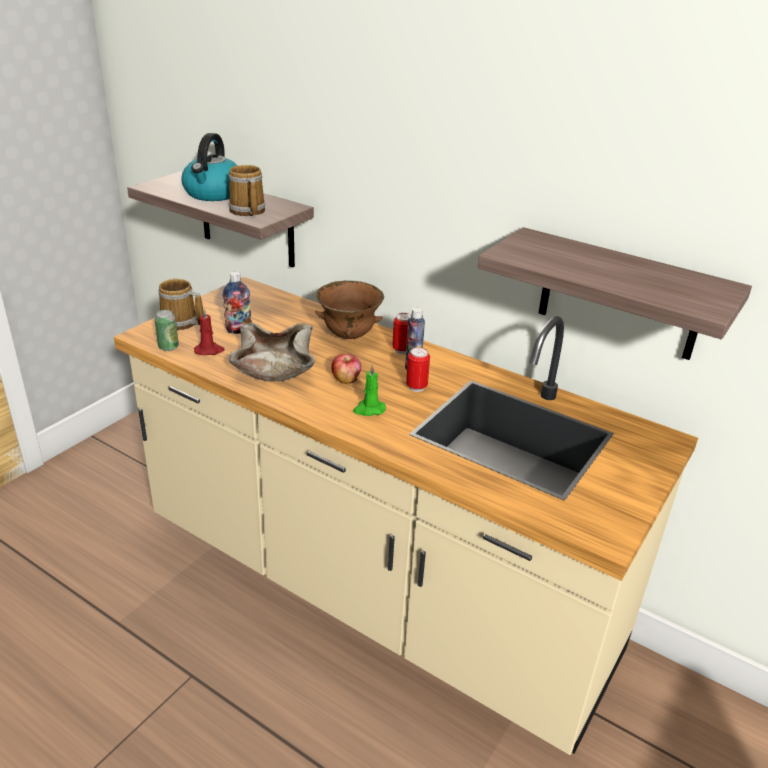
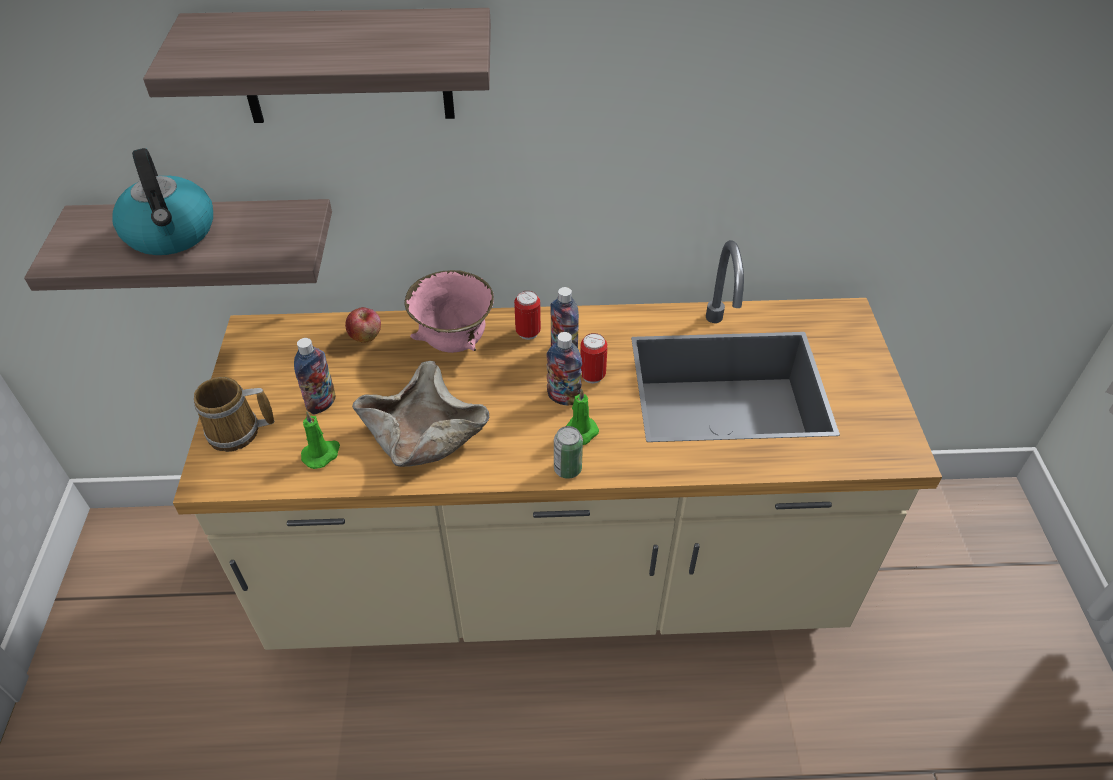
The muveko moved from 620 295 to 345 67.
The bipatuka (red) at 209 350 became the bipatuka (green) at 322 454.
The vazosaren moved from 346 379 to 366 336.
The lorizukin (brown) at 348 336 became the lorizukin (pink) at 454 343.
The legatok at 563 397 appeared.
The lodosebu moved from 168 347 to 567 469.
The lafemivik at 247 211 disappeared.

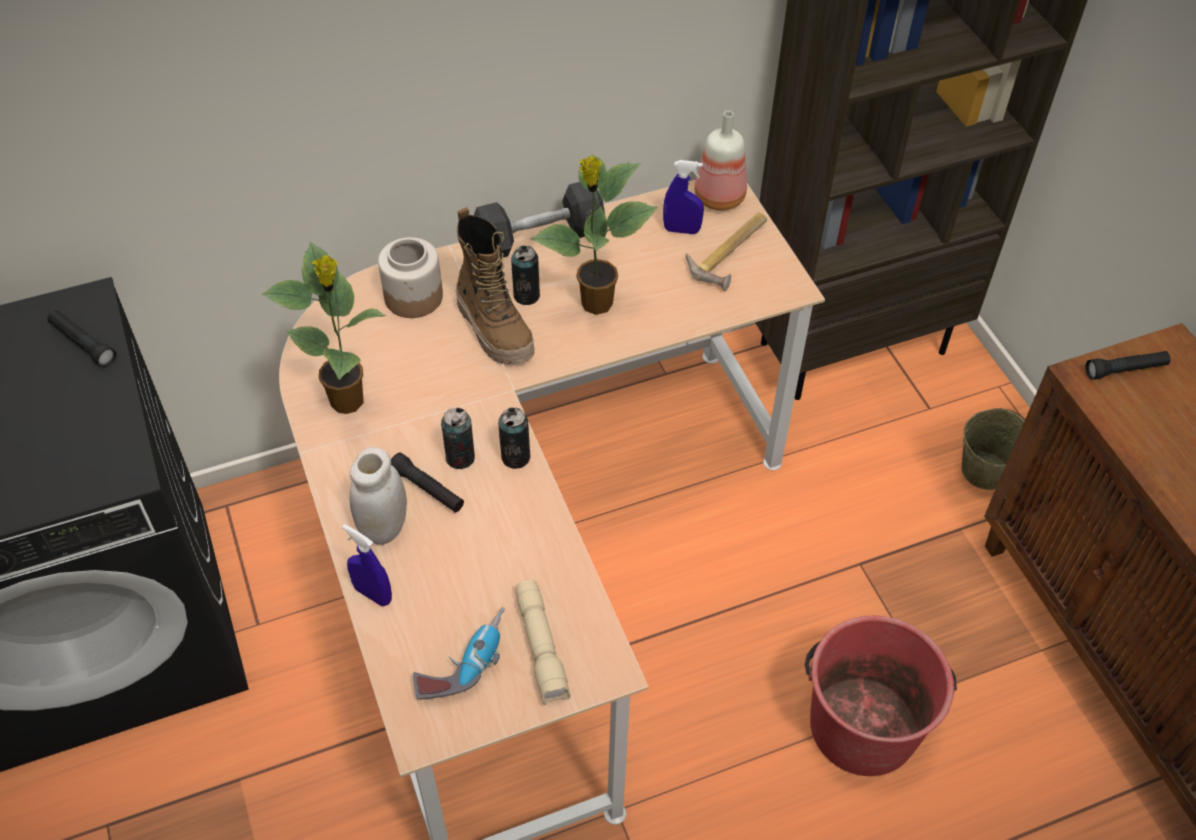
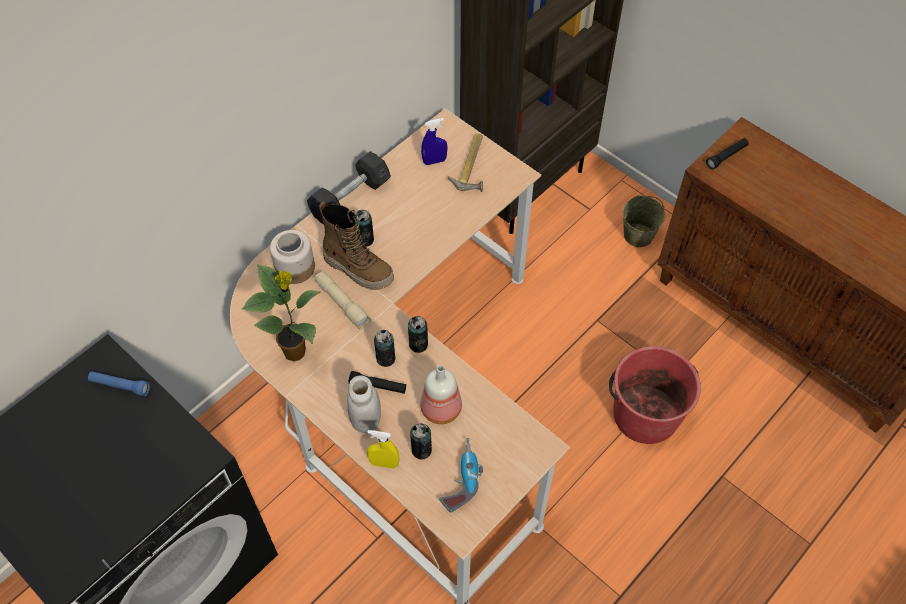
The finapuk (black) at 83 344 became the finapuk (blue) at 120 386.
The finapuk (beige) moved from 542 648 to 343 303.
The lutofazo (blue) at 373 594 became the lutofazo (yellow) at 384 463.
The lodosebu at 421 450 appeared.
The legatok moved from 718 196 to 440 408.
The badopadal at 595 304 disappeared.

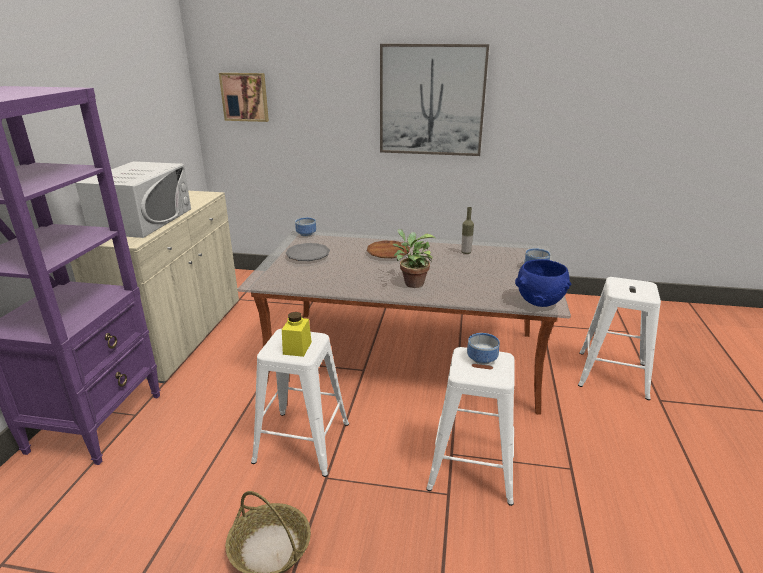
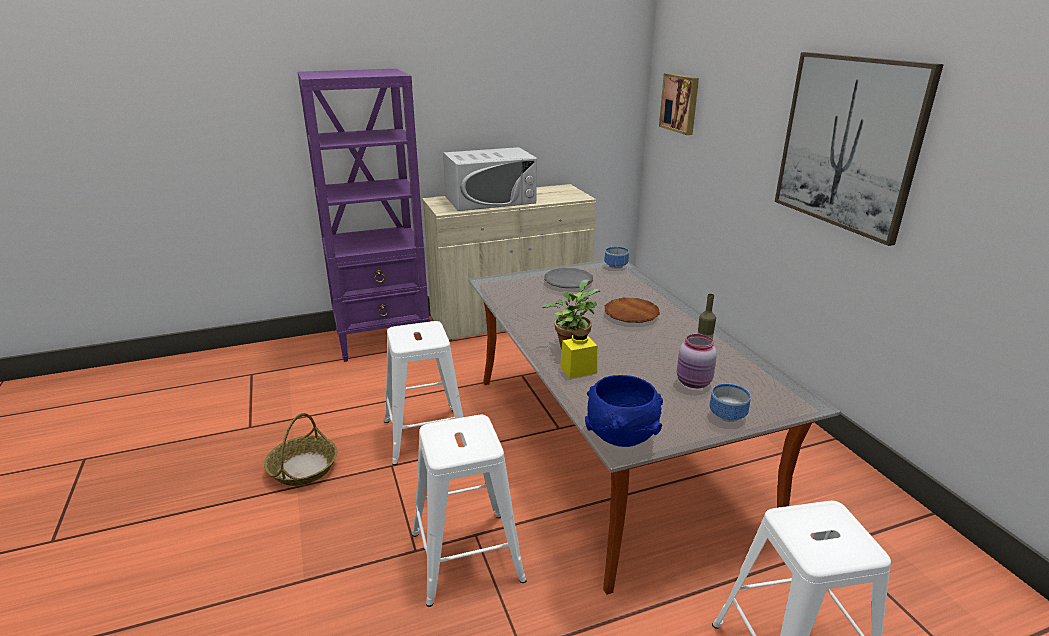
The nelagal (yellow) moved from 297 348 to 578 370.
The nelagal (pink) at 694 383 appeared.
The lorizukin at 480 359 disappeared.

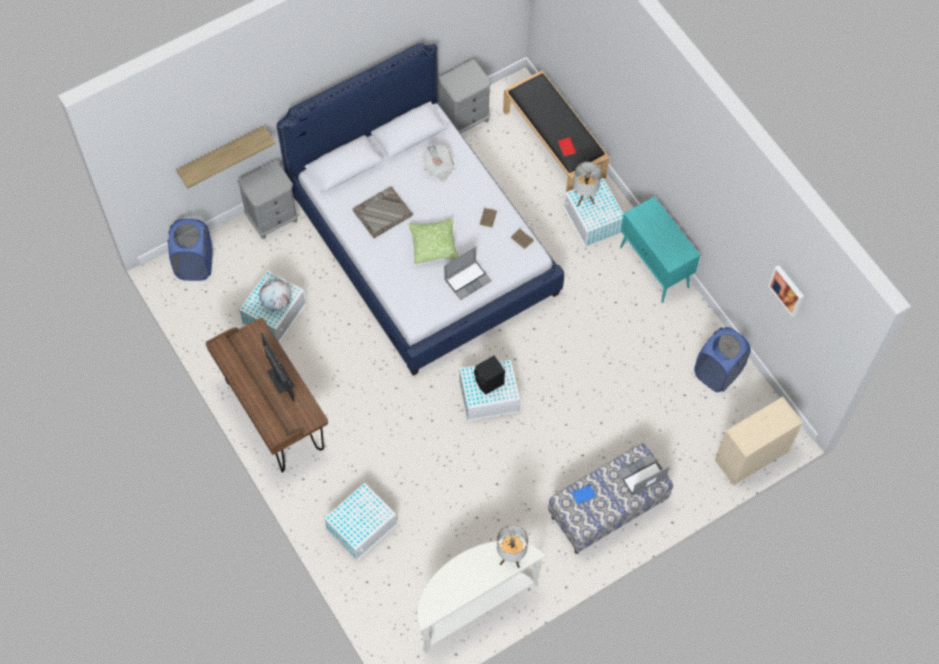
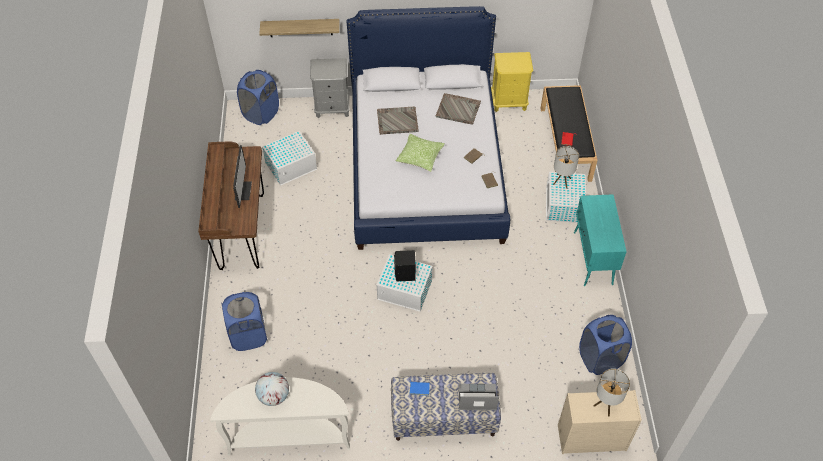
The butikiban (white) at 362 526 was replaced by the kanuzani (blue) at 249 335.
The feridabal moved from 277 302 to 274 396.
The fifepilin at 438 167 was replaced by the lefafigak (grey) at 458 110.
The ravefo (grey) at 464 118 became the ravefo (yellow) at 509 102.
The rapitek moved from 511 556 to 606 404.
The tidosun at 467 279 disappeared.
The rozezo at 787 289 disappeared.

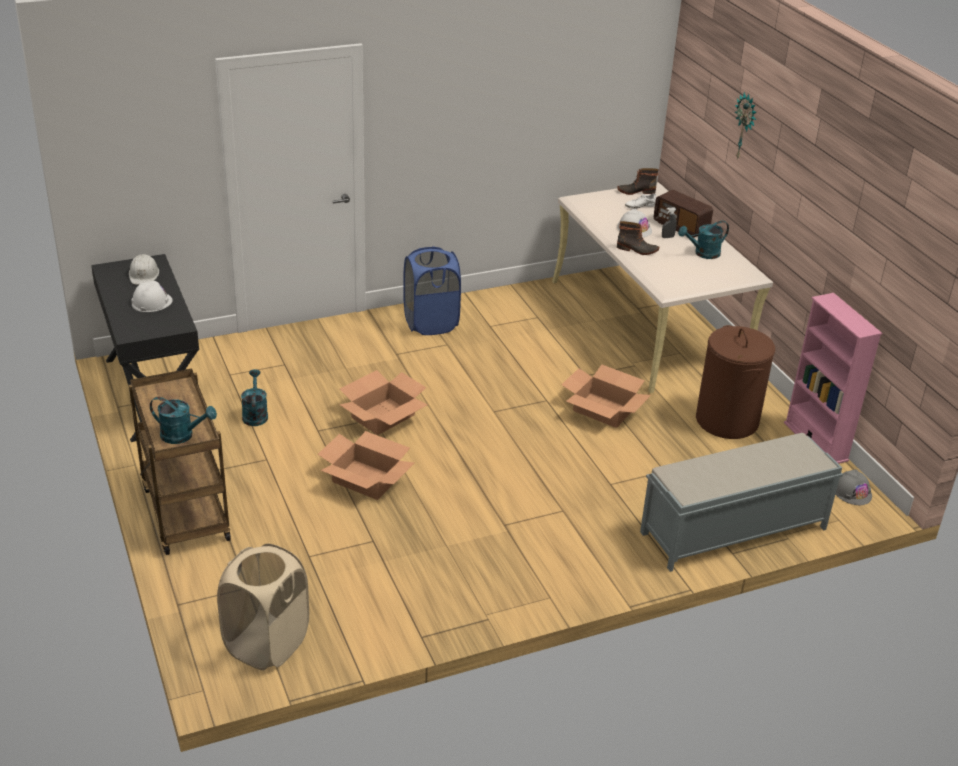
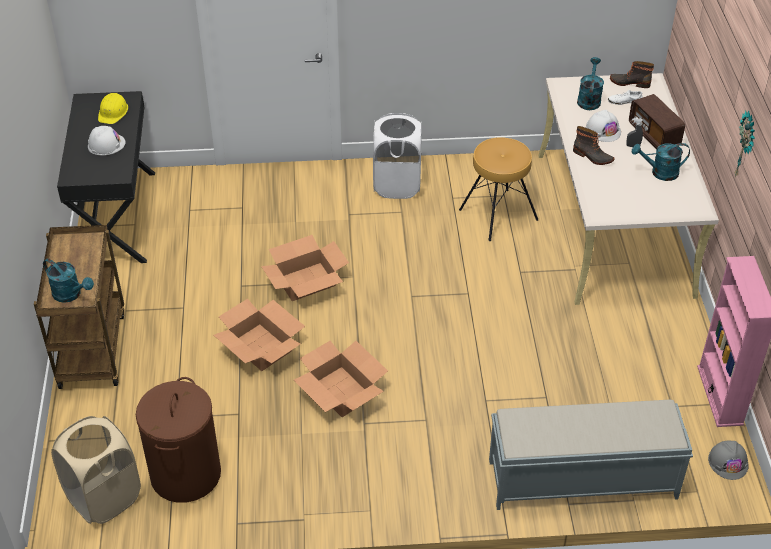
The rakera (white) at 144 274 became the rakera (yellow) at 113 112.
The kanuzani (brown) moved from 727 421 to 186 474.
The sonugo moved from 603 410 to 341 392.
The kanuzani (blue) at 431 323 became the kanuzani (white) at 397 185.
The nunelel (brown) at 498 214 appeared.
The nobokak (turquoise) moved from 255 414 to 589 99.
The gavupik moved from 745 126 to 746 146.

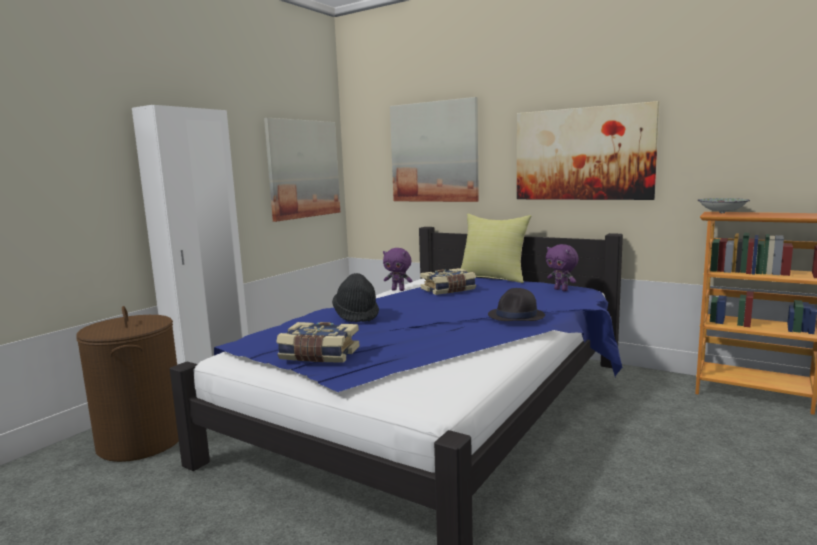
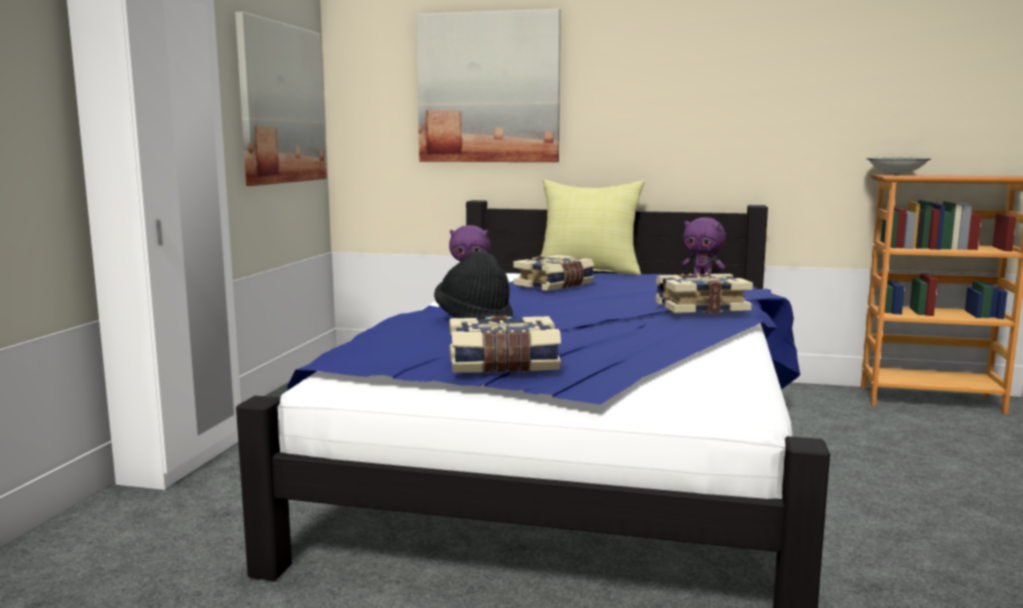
The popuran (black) at 516 316 was replaced by the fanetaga at 700 308.
The kanuzani (brown) at 142 440 disappeared.
The rozezo at 583 154 disappeared.

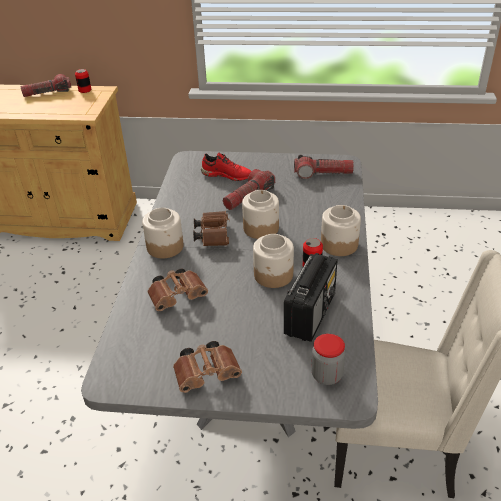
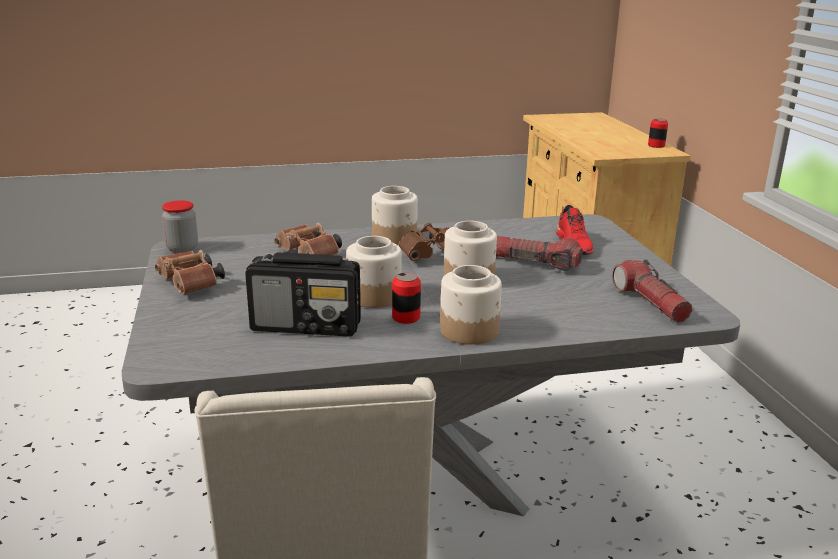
The nelagal moved from 327 375 to 182 248.
The finapuk at 48 93 disappeared.

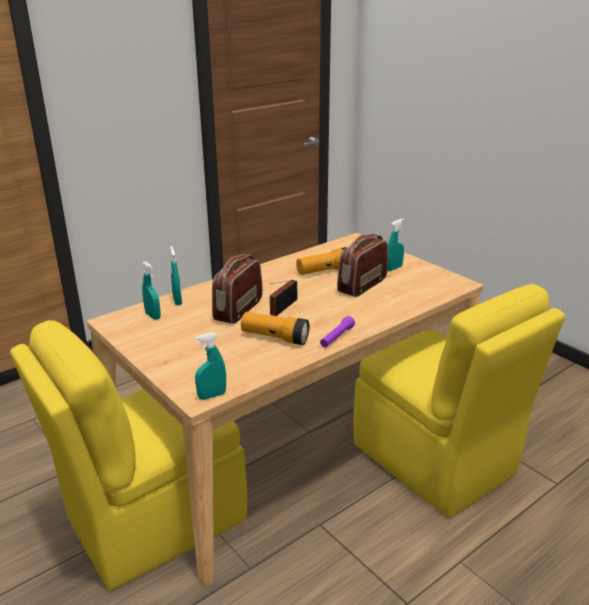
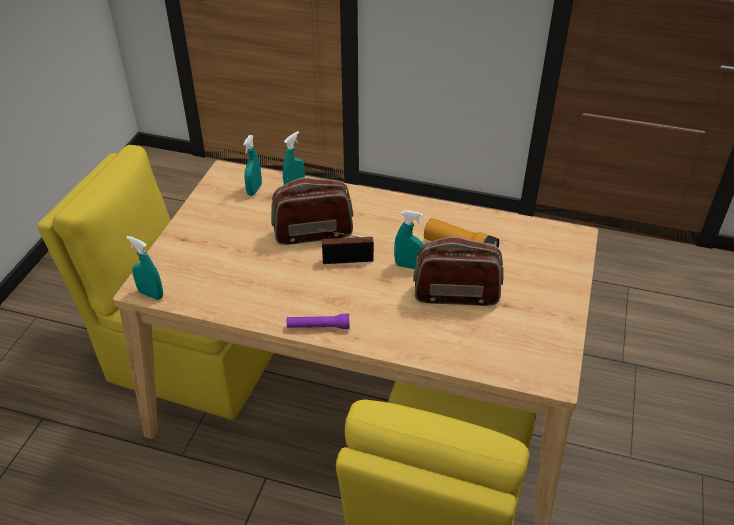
The lutofazo (turquoise) moved from 394 268 to 408 266.
The finapuk at 275 338 disappeared.

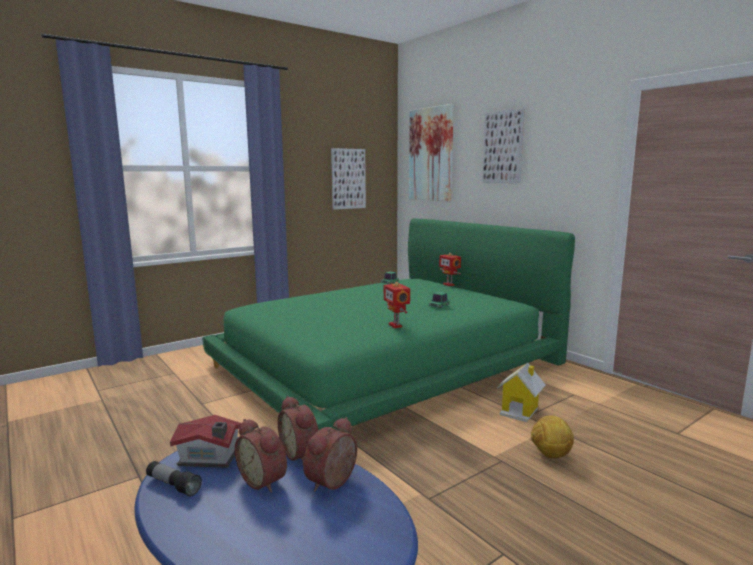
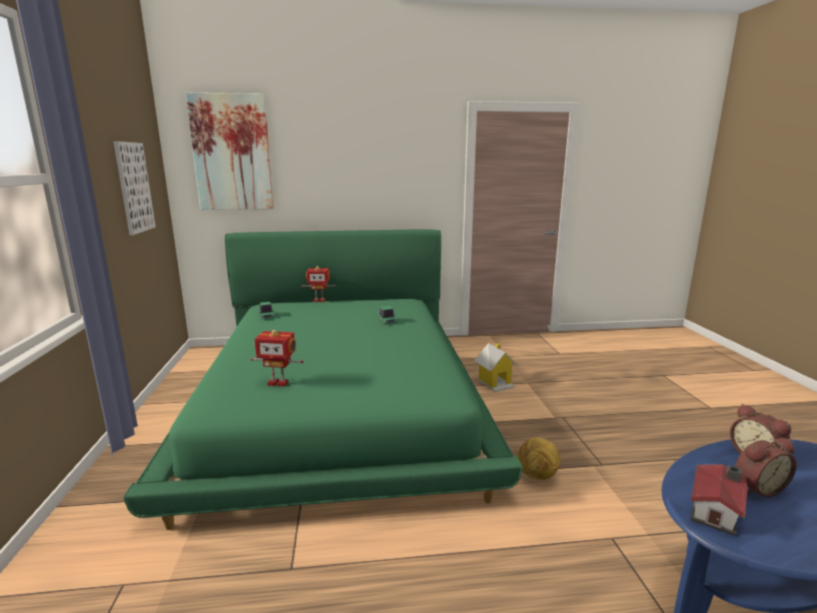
The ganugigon moved from 396 325 to 278 382.
The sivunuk moved from 550 455 to 537 476.
The finapuk at 173 485 disappeared.
The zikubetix at 302 453 disappeared.
The rozezo at 503 147 disappeared.

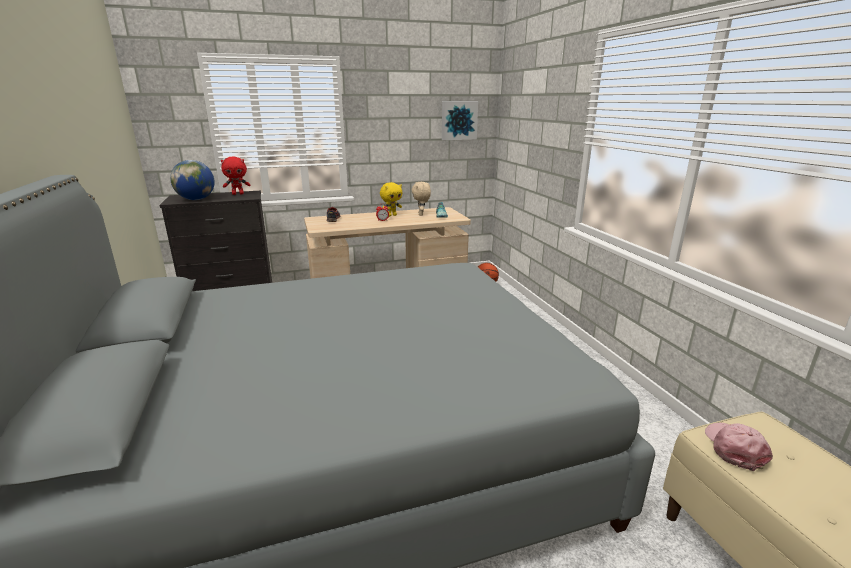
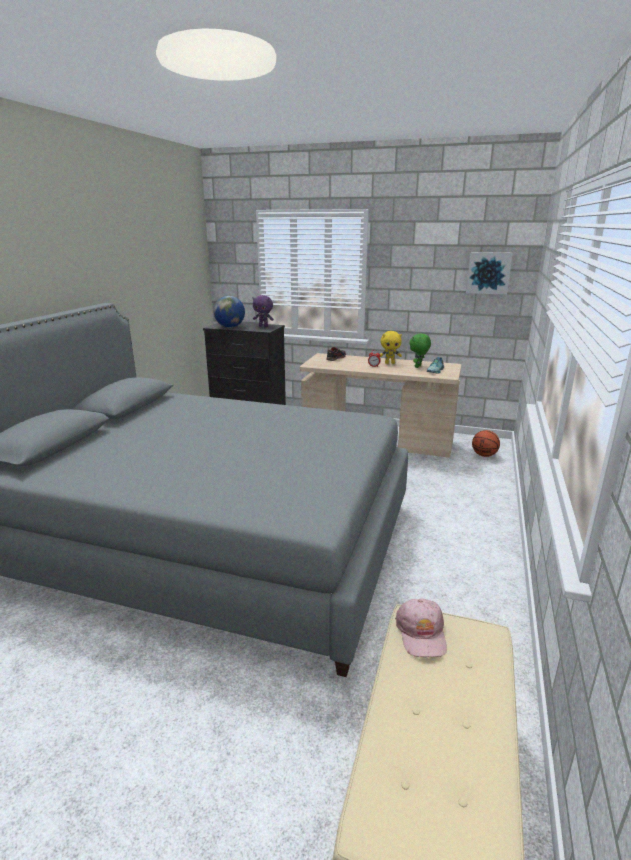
The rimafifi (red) at 238 194 became the rimafifi (purple) at 263 326.
The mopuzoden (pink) at 734 448 turned 135 degrees clockwise.
The rimafifi (beige) at 421 214 became the rimafifi (green) at 418 367.

